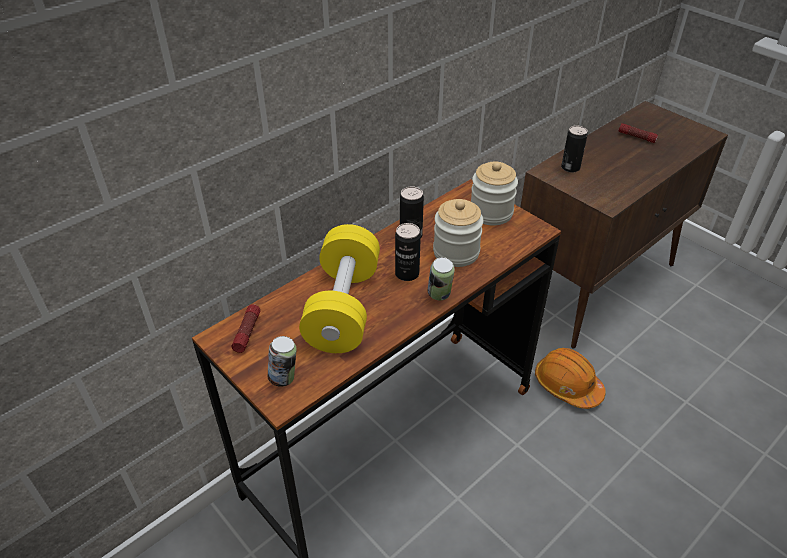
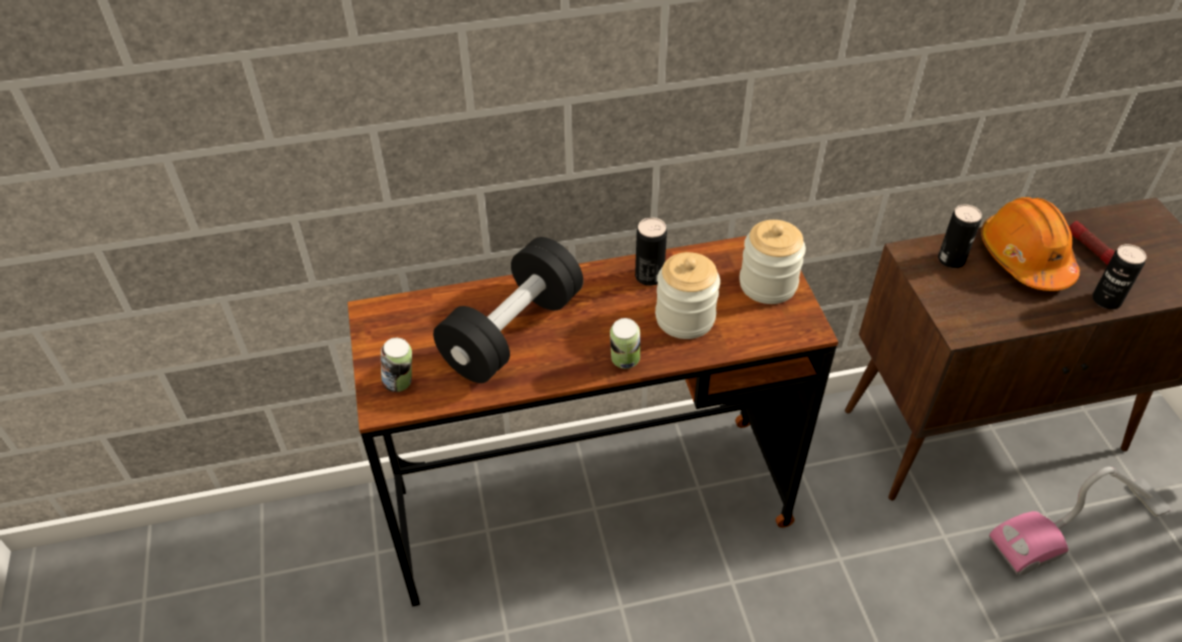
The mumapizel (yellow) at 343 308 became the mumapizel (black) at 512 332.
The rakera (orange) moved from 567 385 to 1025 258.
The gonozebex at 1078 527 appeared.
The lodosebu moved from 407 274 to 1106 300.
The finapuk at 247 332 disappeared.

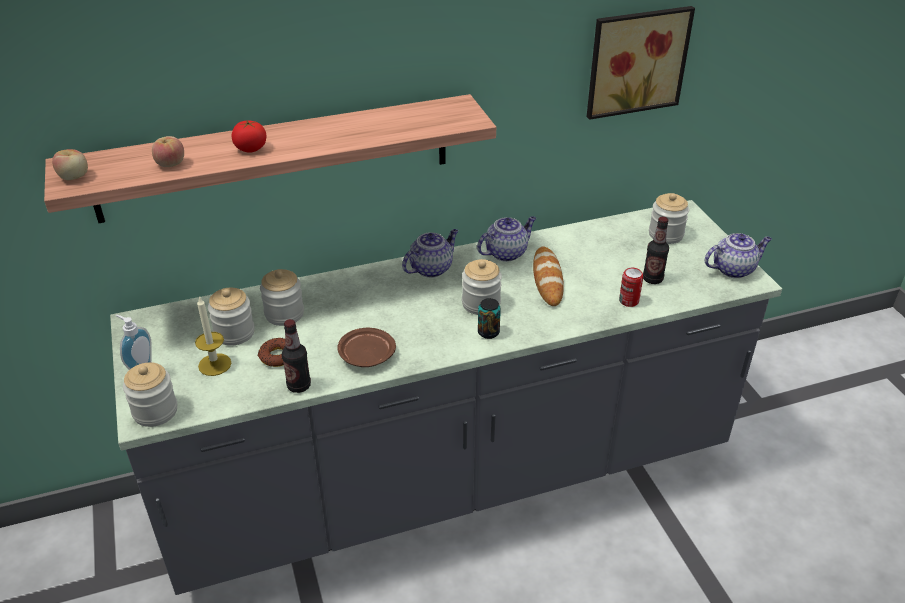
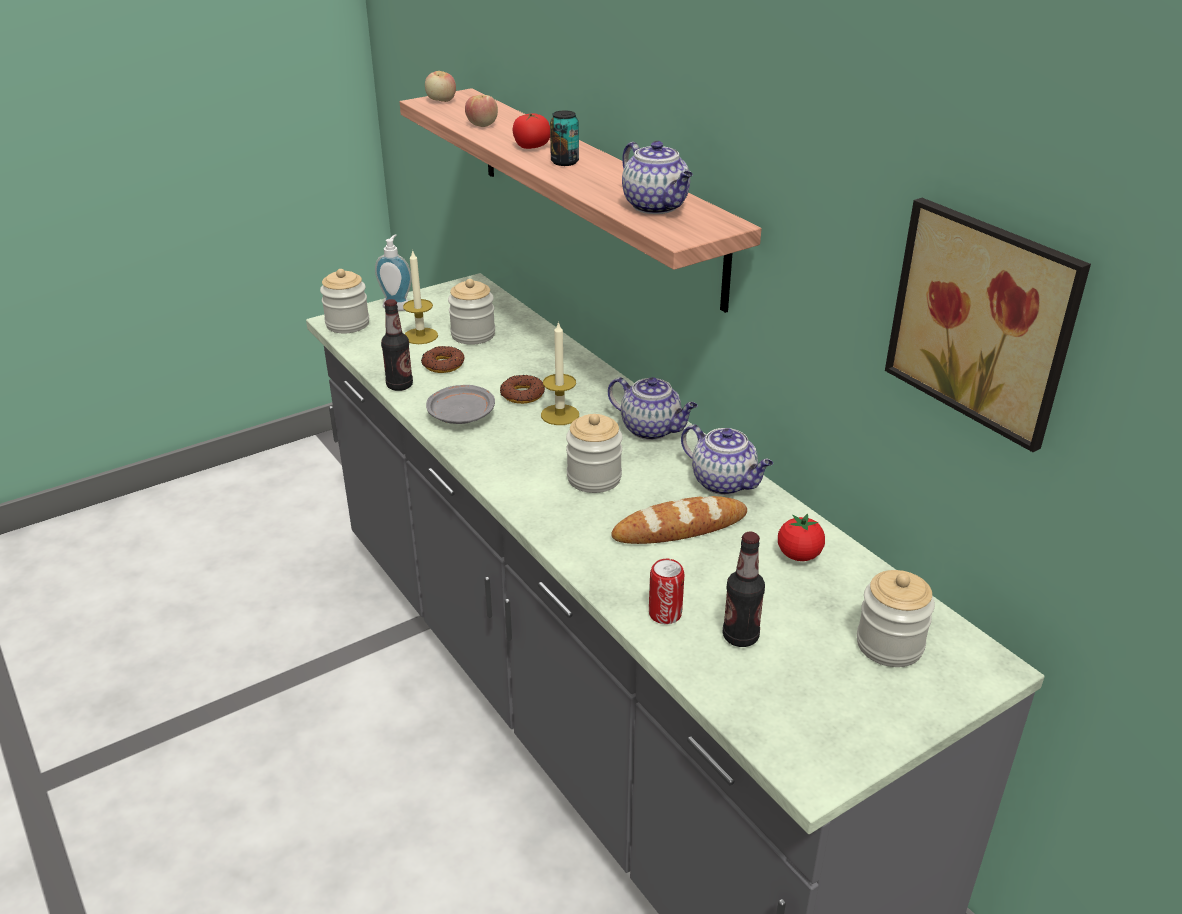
The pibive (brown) at 366 355 became the pibive (grey) at 461 415.
The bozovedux at 522 394 appeared.
The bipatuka at 560 415 appeared.
The lodosebu moved from 488 332 to 564 162.
The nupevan moved from 733 269 to 656 206.
The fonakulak at 799 555 appeared.
The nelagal at 284 314 disappeared.

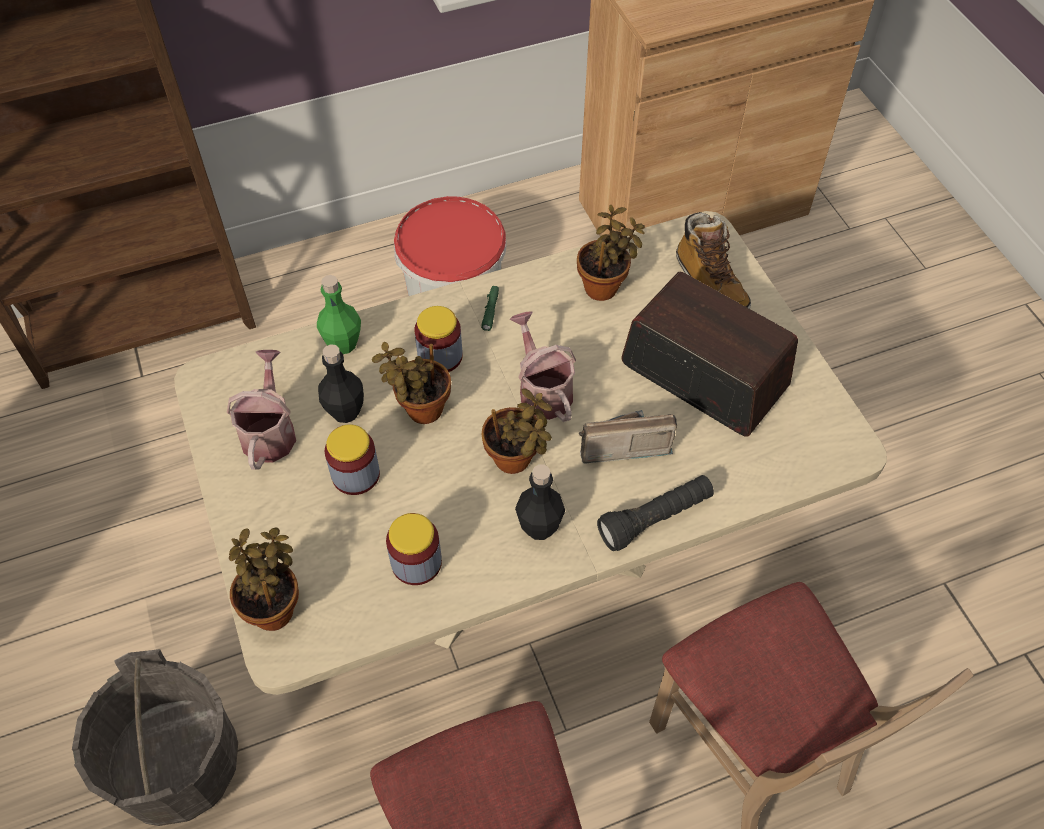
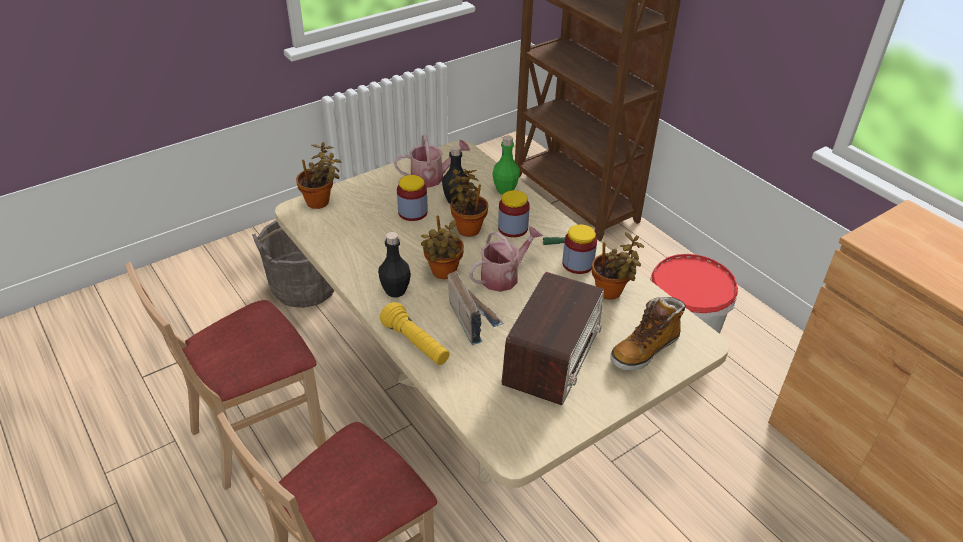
The finapuk (black) at 655 519 became the finapuk (yellow) at 416 344.
The nelagal moved from 416 562 to 577 264.

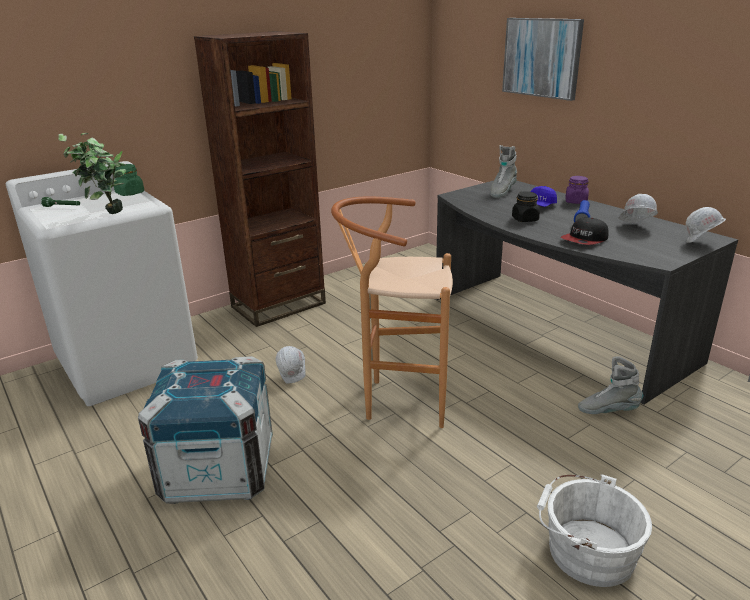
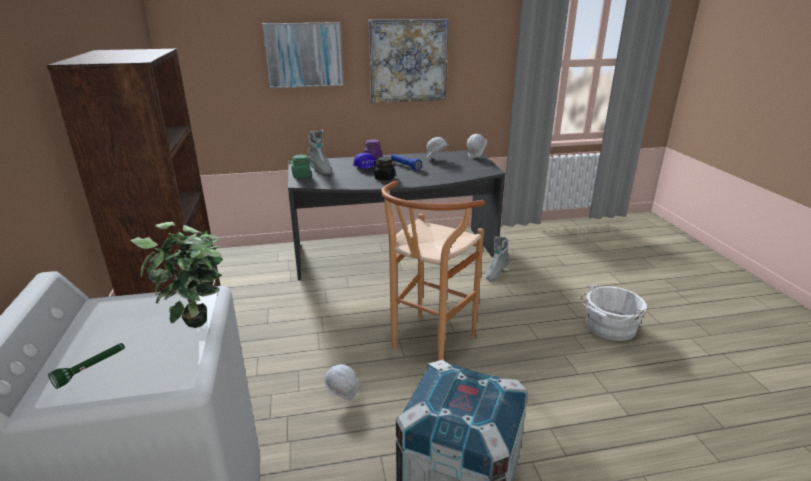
The nelagal (green) moved from 130 193 to 301 176.
The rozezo at 408 61 appeared.
The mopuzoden at 585 240 disappeared.

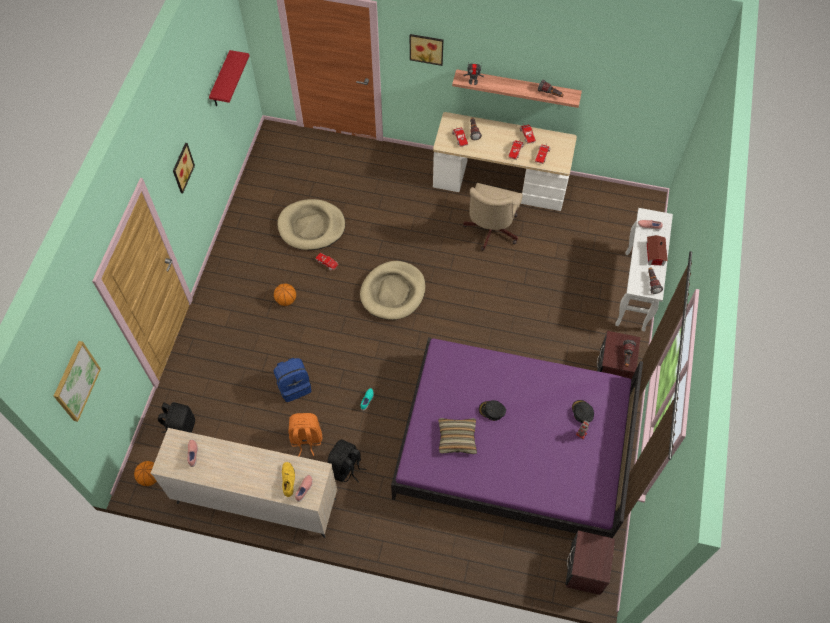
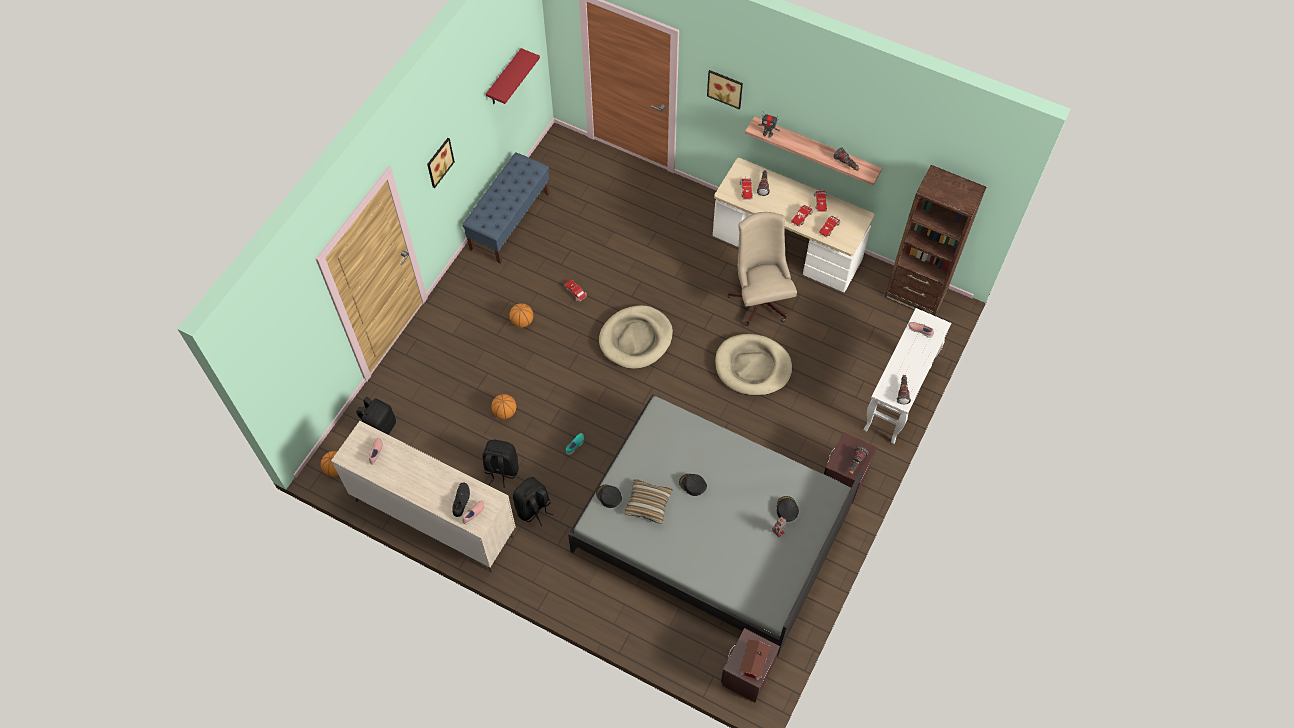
The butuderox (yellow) at 288 480 became the butuderox (black) at 461 500.
The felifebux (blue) at 510 221 appeared.
The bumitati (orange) at 306 439 became the bumitati (black) at 501 469.
The bumitati (blue) at 294 386 was replaced by the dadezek at 505 412.
The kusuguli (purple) at 512 446 became the kusuguli (grey) at 712 529.
The mopuzoden (black) at 609 497 appeared.
The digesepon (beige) moved from 311 226 to 753 367.
The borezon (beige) at 490 231 turned 135 degrees clockwise.
The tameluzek moved from 654 254 to 752 662.
The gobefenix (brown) at 915 294 appeared.
The rozezo at 76 381 disappeared.

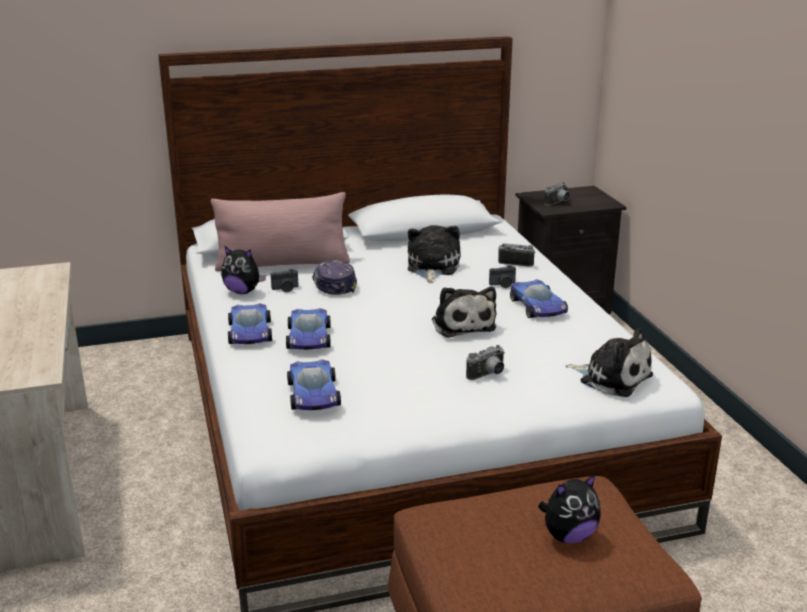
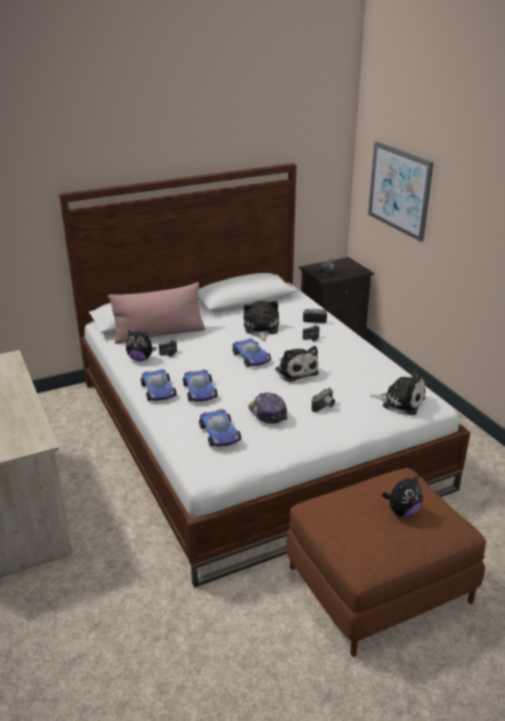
The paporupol moved from 538 307 to 251 357.
The mopuzoden moved from 334 285 to 267 413.
The rozezo at 399 190 appeared.

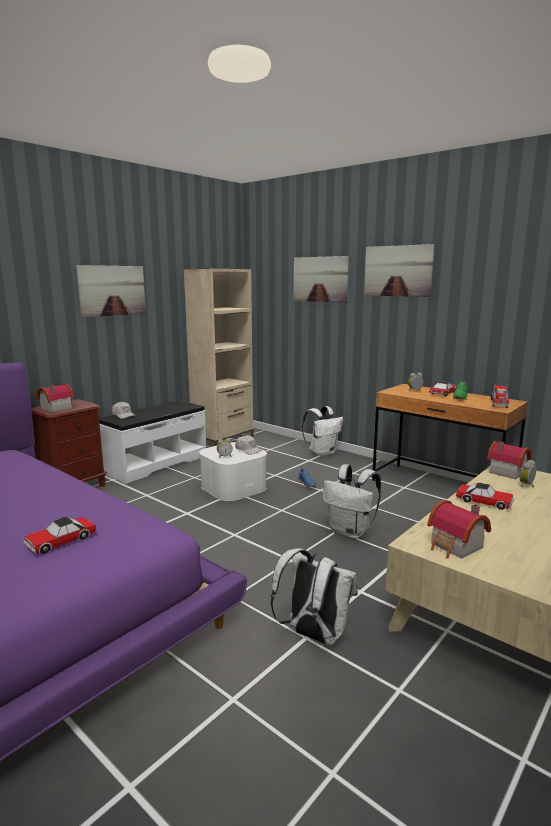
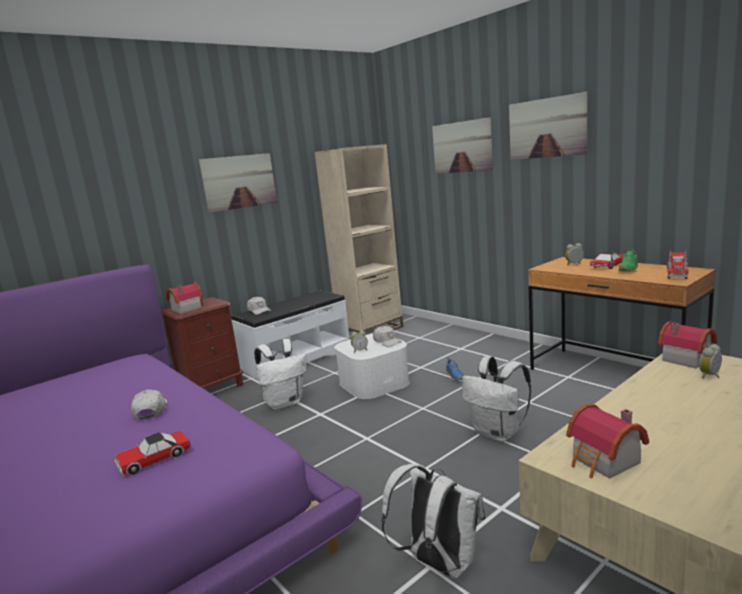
The mopuzoden (white) at 150 411 appeared.
The bumitati (white) moved from 322 453 to 285 402.
The paporupol at 484 501 disappeared.

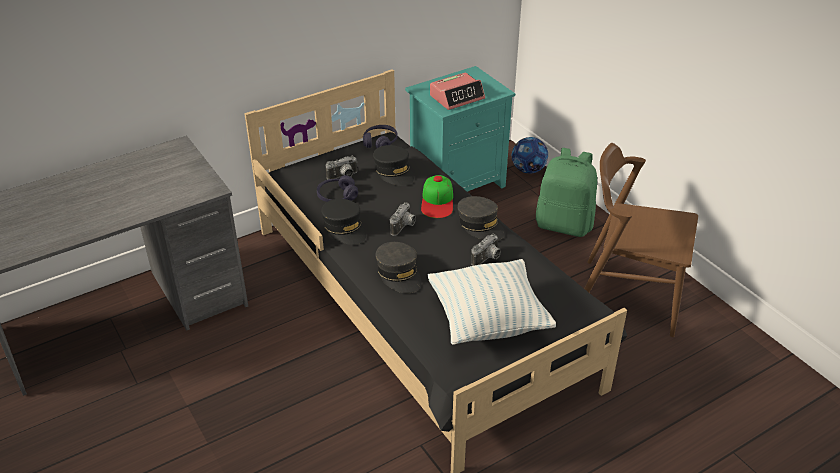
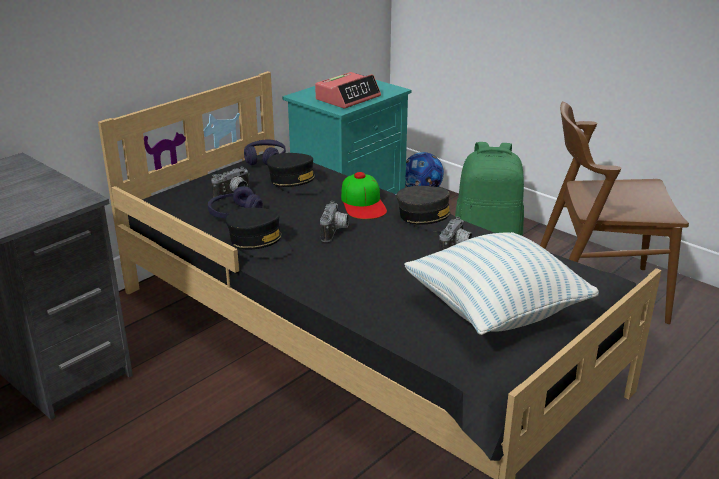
The mopuzoden (grey) at 399 274 disappeared.

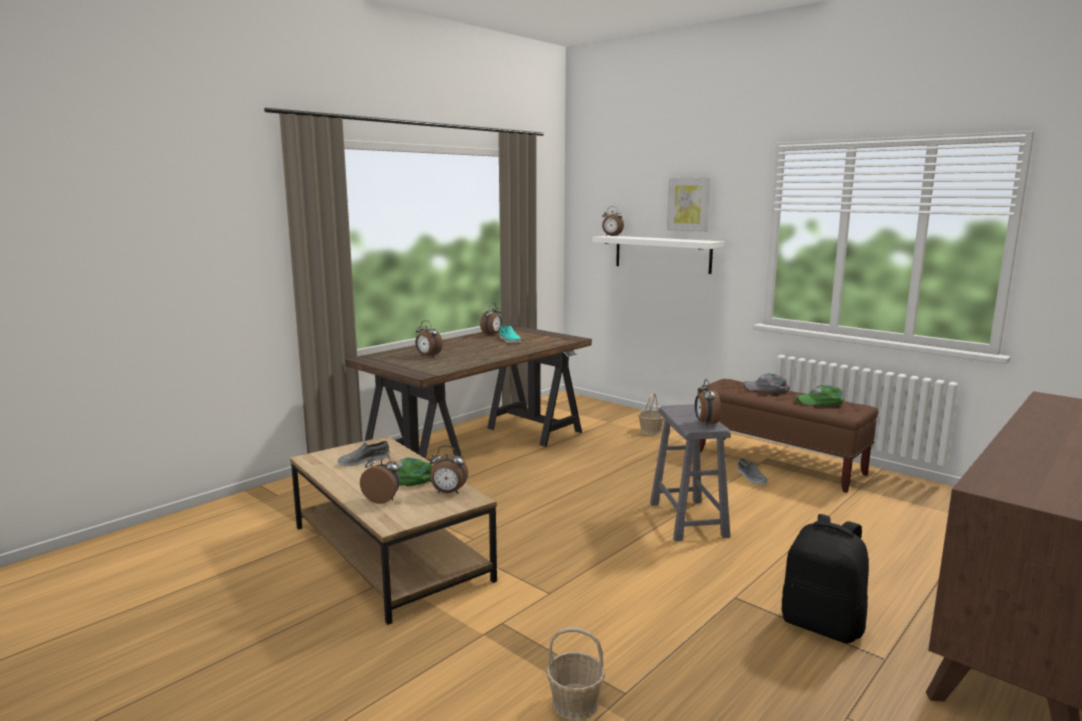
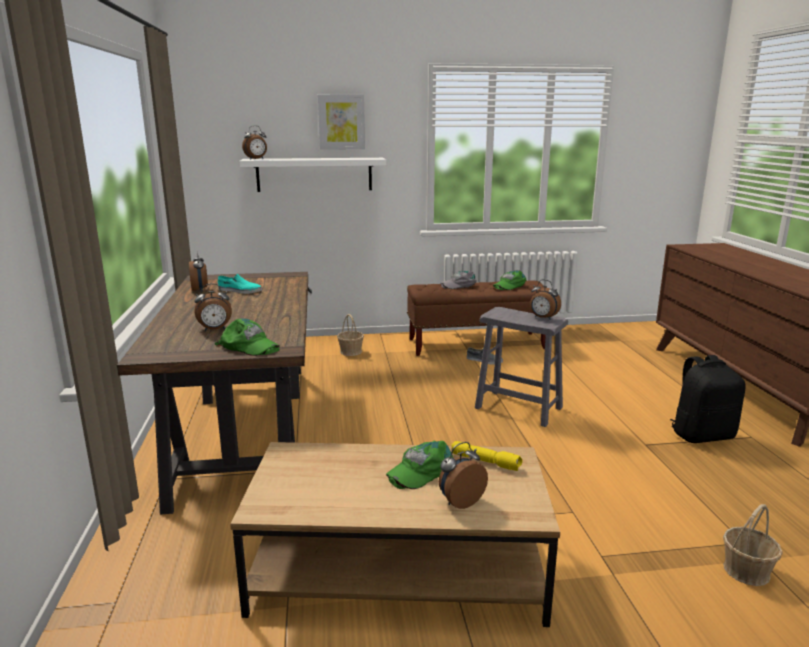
The mopuzoden (green) at 249 346 appeared.
The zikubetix at 448 493 was replaced by the finapuk (yellow) at 486 461.
The butuderox (grey) at 363 460 disappeared.

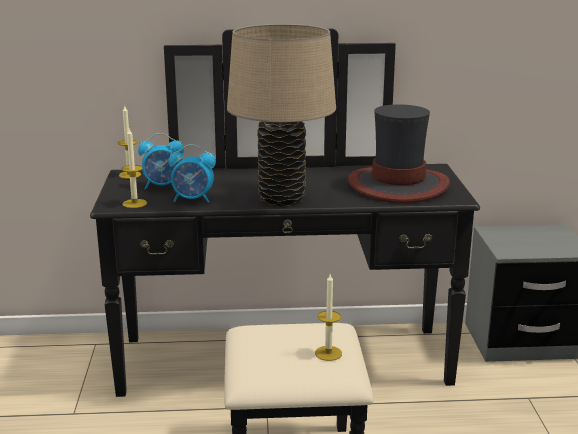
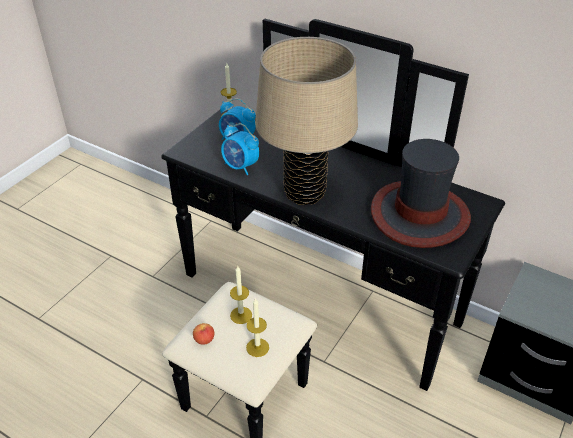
The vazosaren at 204 339 appeared.
The bipatuka moved from 134 203 to 241 315.

